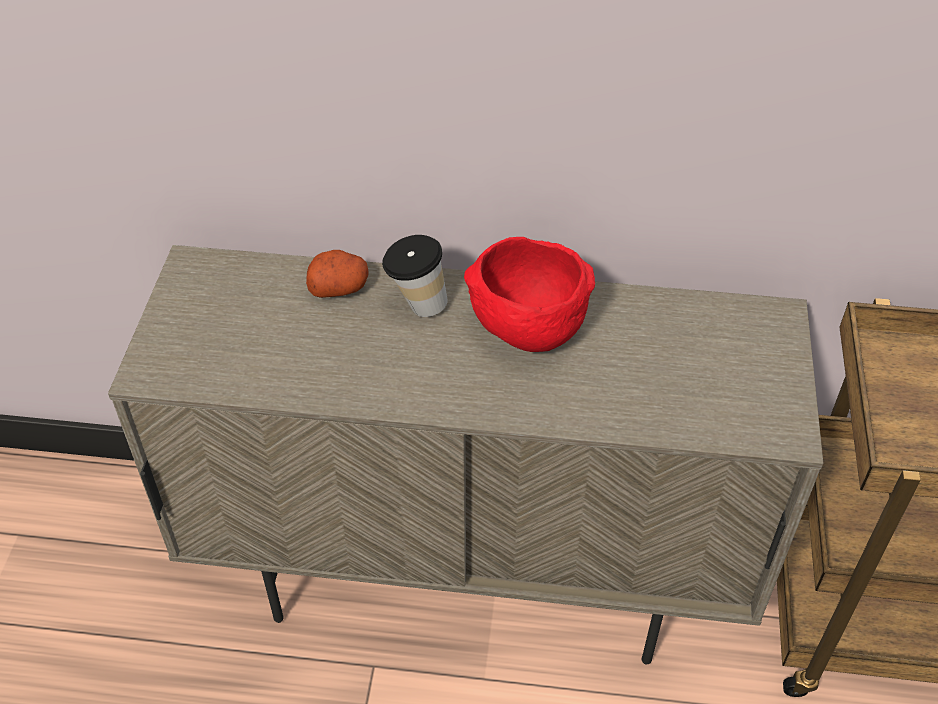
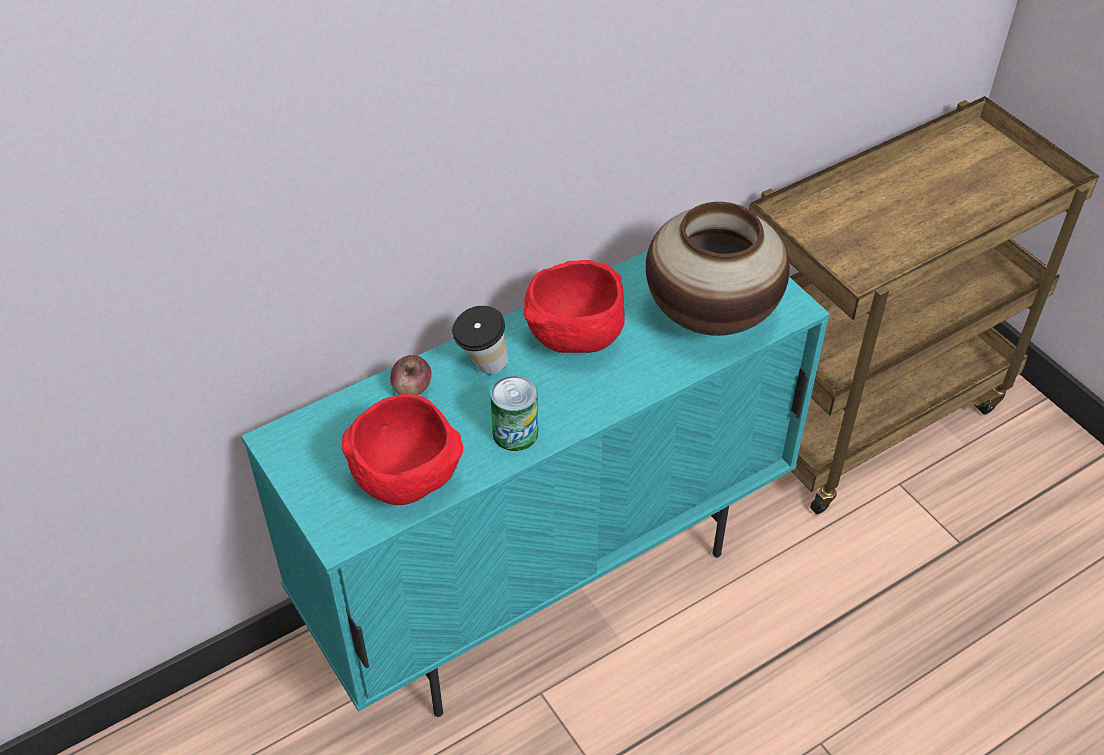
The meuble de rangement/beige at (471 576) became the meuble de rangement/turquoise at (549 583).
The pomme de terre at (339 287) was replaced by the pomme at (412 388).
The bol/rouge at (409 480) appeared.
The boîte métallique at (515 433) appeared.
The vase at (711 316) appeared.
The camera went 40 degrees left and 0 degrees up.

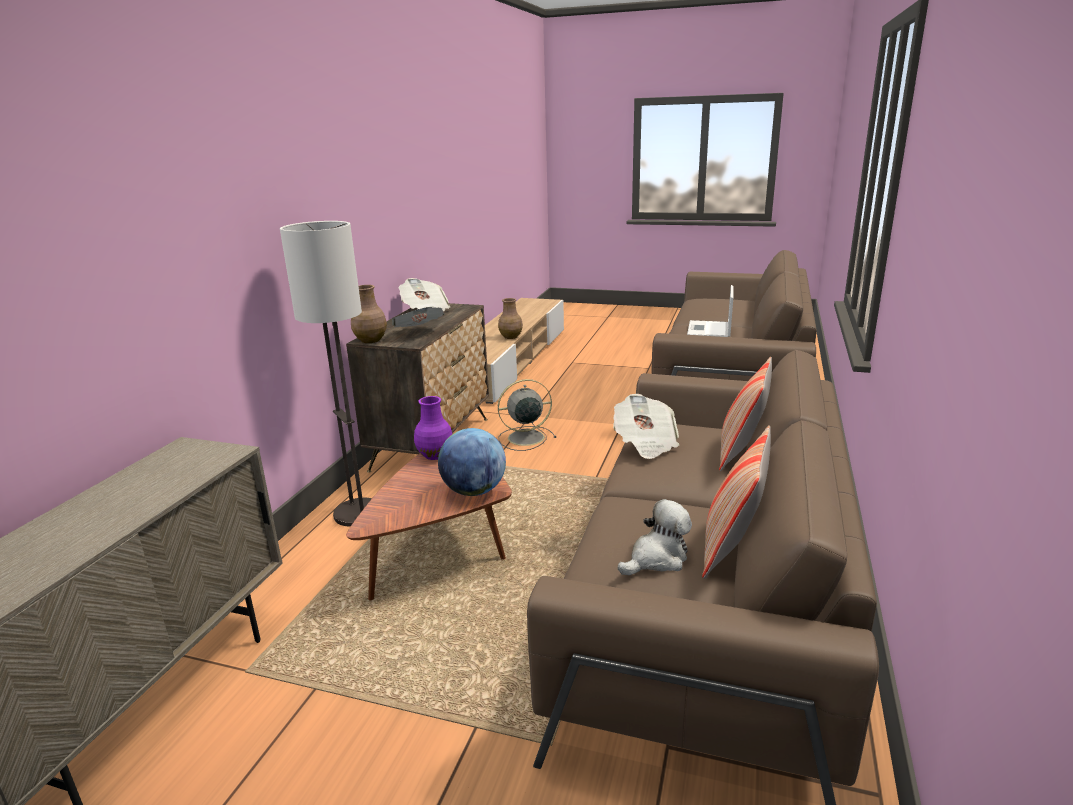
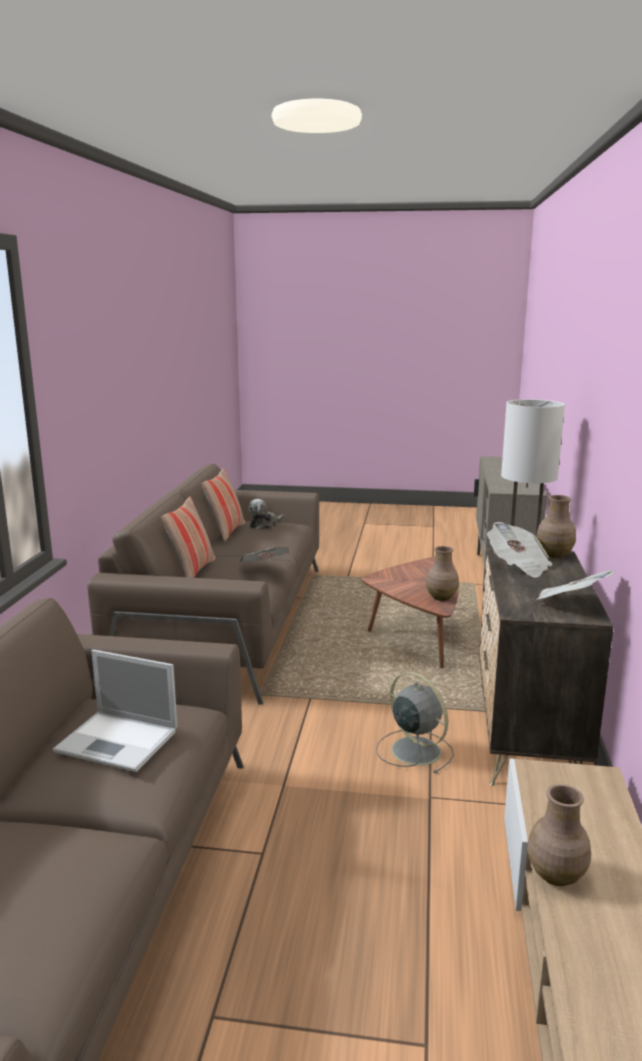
The vase/violet at (435 455) became the vase/marron at (440 597).
The globe at (474 491) disappeared.
The ventilateur/gris at (524 438) turned 105 degrees counterclockwise.
The ordinateur portable at (709 330) turned 105 degrees clockwise.
The camera went 170 degrees right and 5 degrees down.

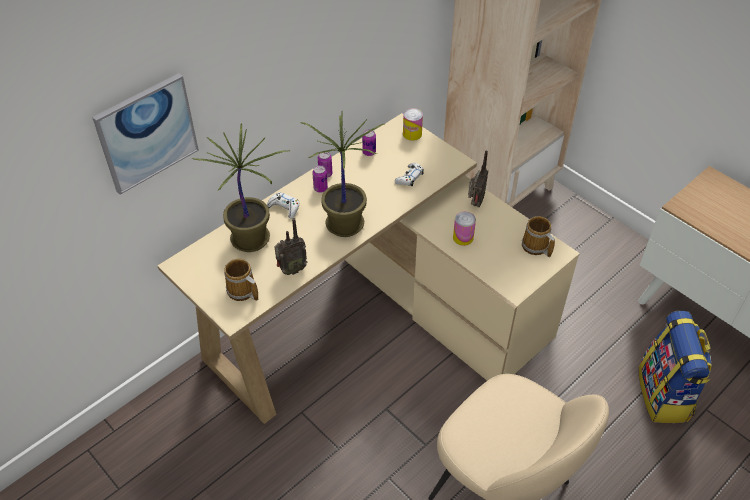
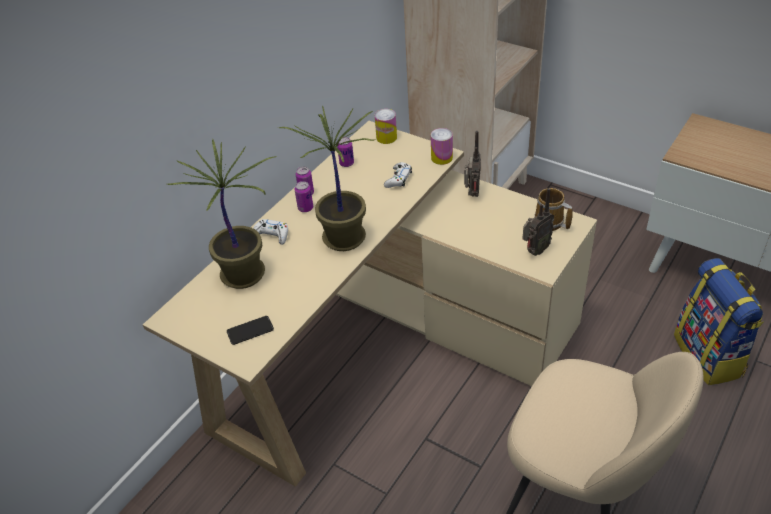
The tableau at (147 133) disappeared.
The mug at (242 291) was replaced by the téléphone at (250 330).
The radio moved from (291 270) to (534 251).
The boîte métallique moved from (463 237) to (441 158).
The camera went 10 degrees left and 5 degrees down.

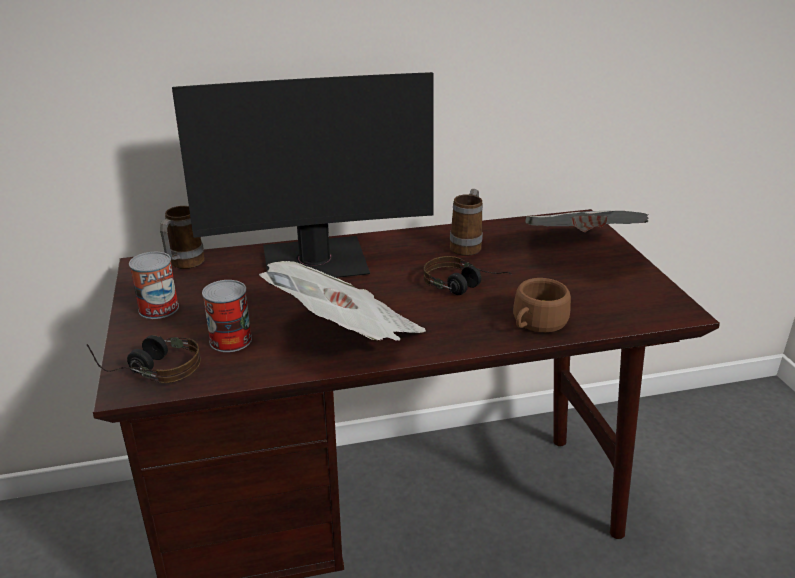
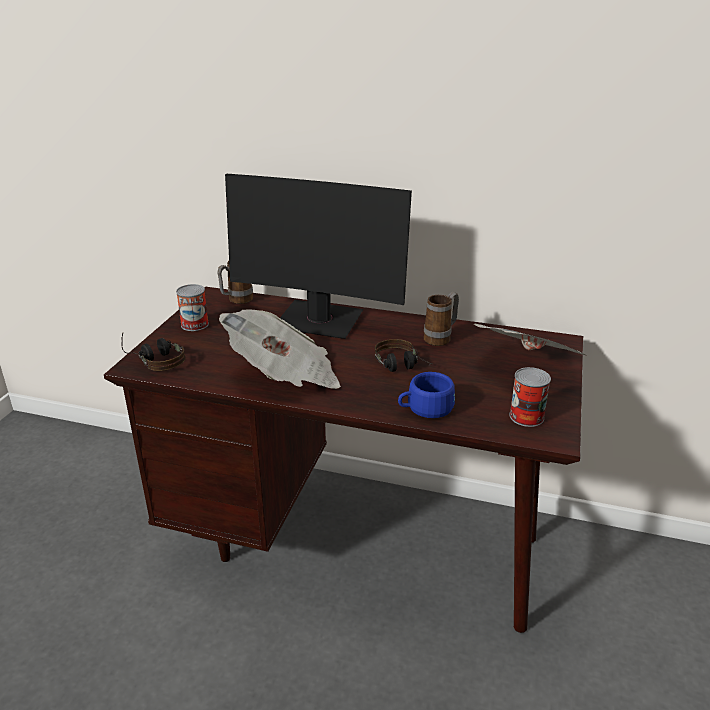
The boîte métallique moved from (230 340) to (526 416).
The tasse/marron at (536 323) became the tasse/bleu at (425 408).
The camera went 30 degrees right and 0 degrees up.

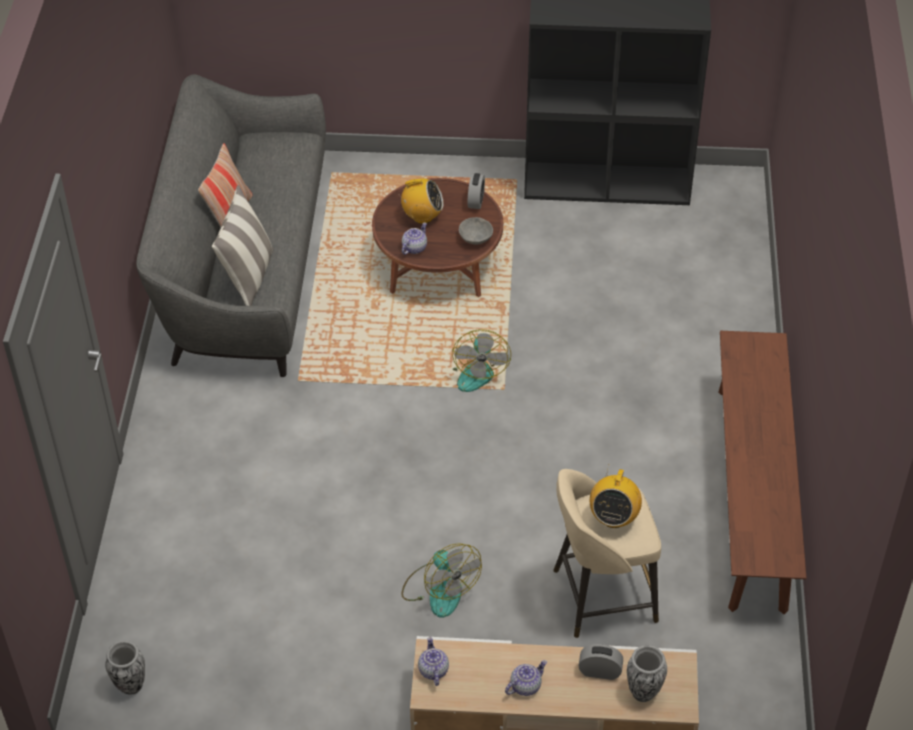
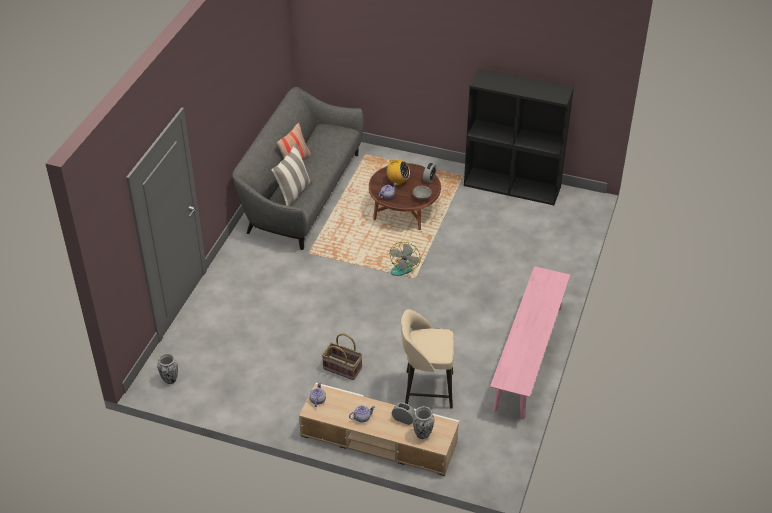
The ventilateur at (439 589) was replaced by the panier at (343 368).
The radio at (613 517) disappeared.
The banc/marron at (751 496) became the banc/rose at (528 357).
The camera went 15 degrees right and 5 degrees down.

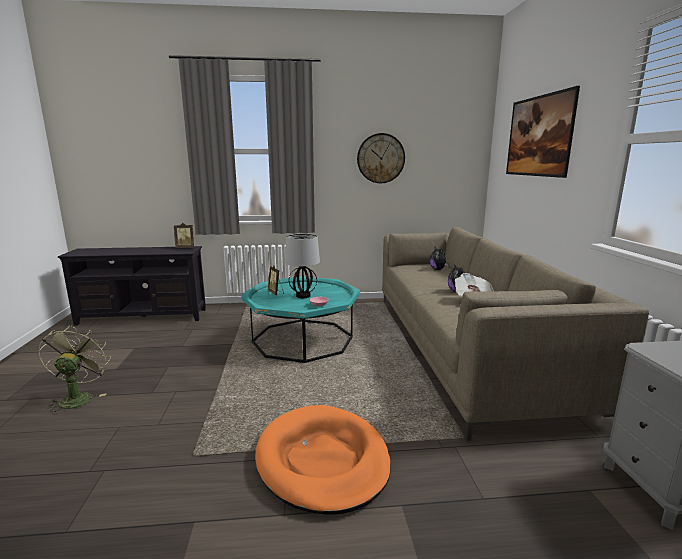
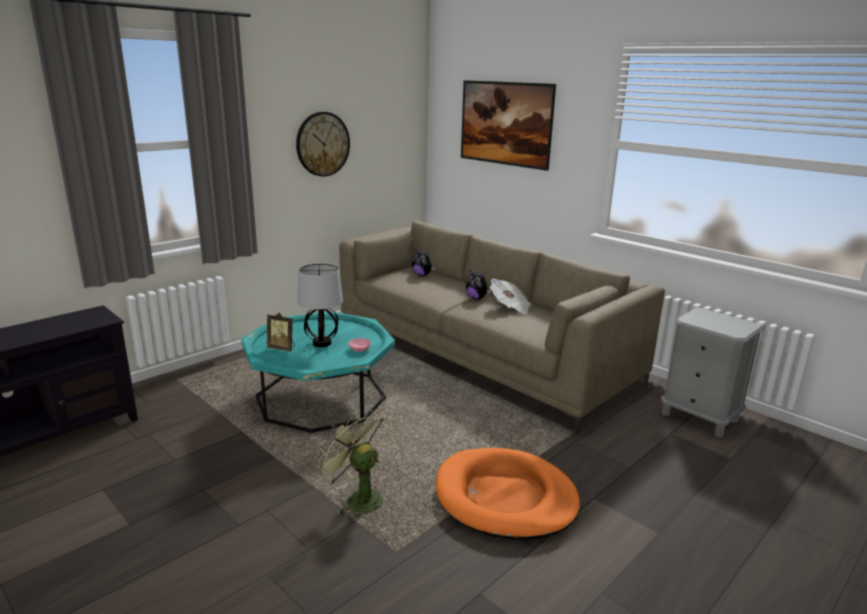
The ventilateur/vert moved from (78 397) to (358 498).
The cadre photo at (185 247) disappeared.
The camera went 40 degrees left and 5 degrees up.

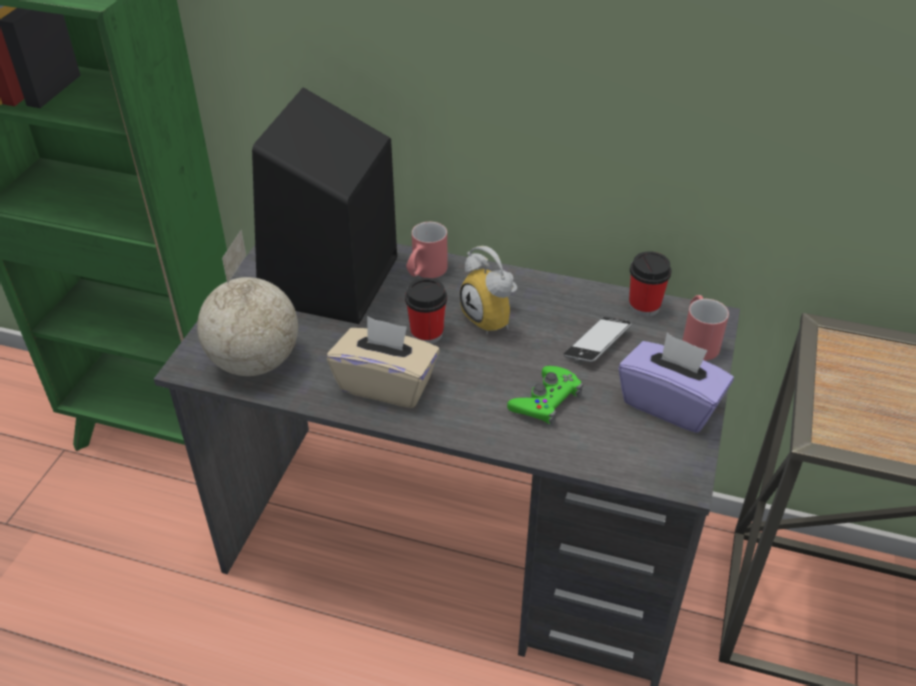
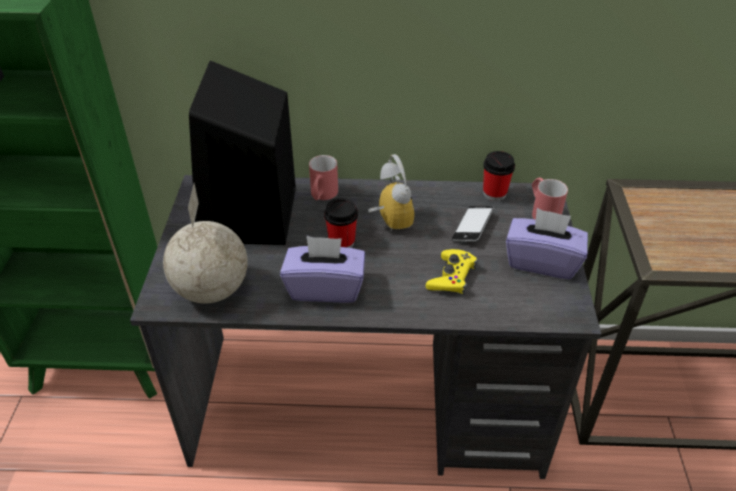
The boîte à mouchoirs/beige at (386 384) became the boîte à mouchoirs/violet at (325 287).
The réveil at (493 318) turned 150 degrees counterclockwise.
The manette/vert at (546 401) became the manette/jaune at (452 277).
The camera went 15 degrees left and 0 degrees up.

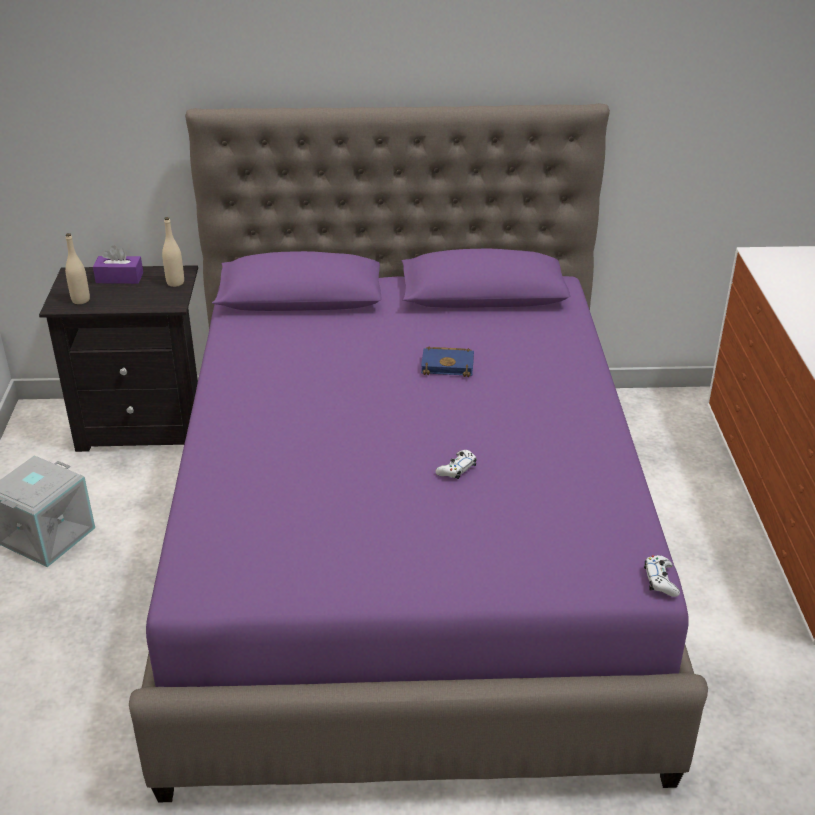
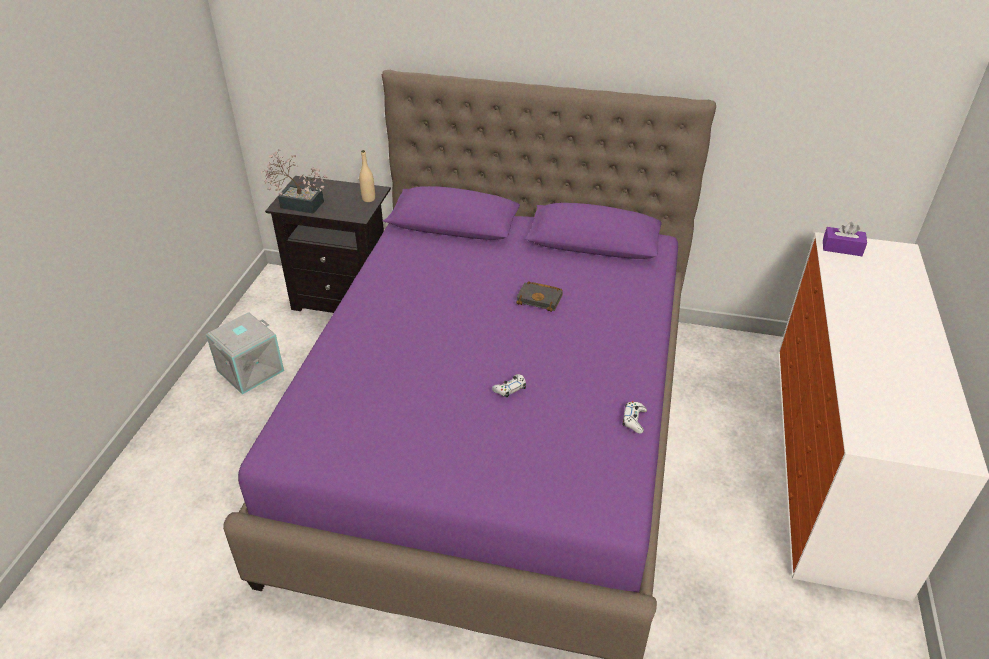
The bouteille/beige at (80 300) was replaced by the plante en pot at (297 203).
The boîte à mouchoirs/violet moved from (119 278) to (842 248).
The livre/bleu at (449 365) became the livre/noir at (541 299).
The manette/blanc moved from (660 580) to (634 420).
The camera went 15 degrees right and 5 degrees up.

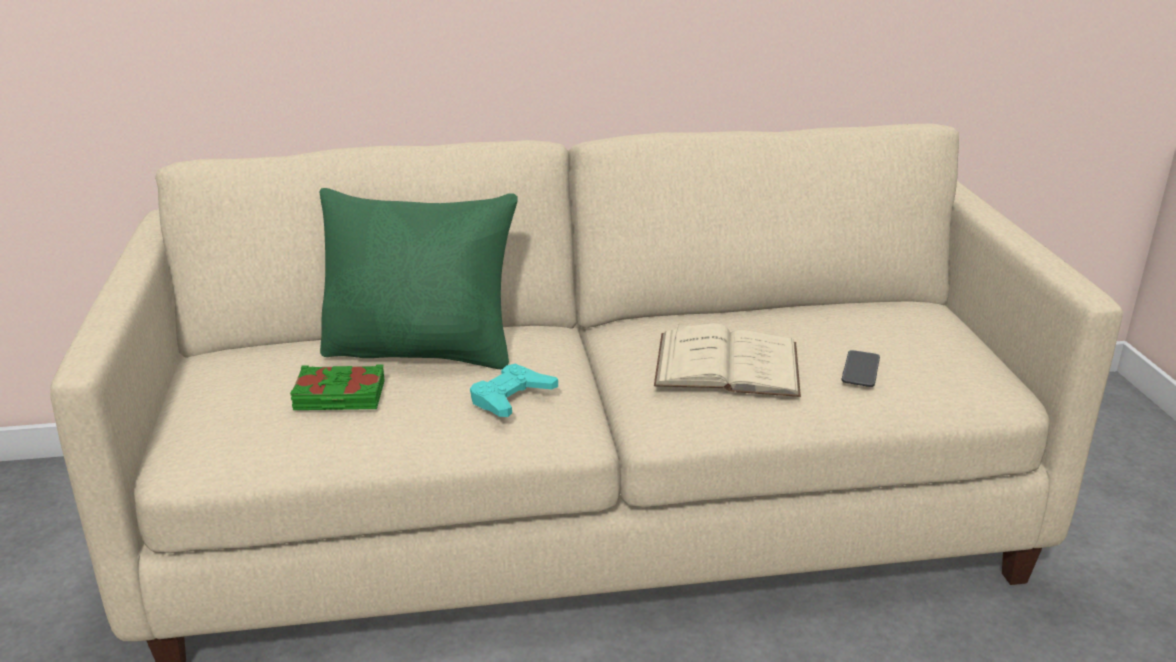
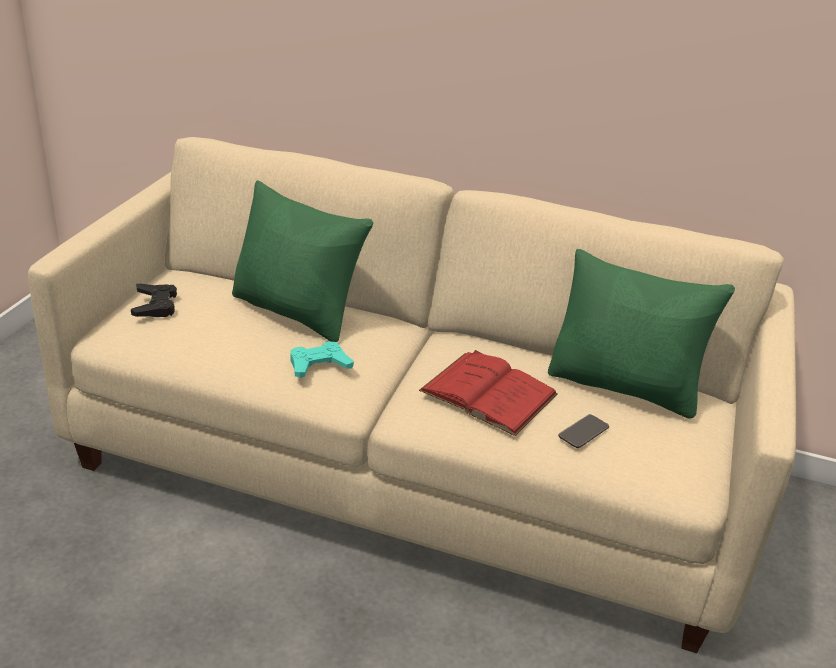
The livre/vert at (339 396) disappeared.
The livre/beige at (727 364) became the livre/rouge at (488 392).
The manette/noir at (155 305) appeared.
The coussin/vert at (624 386) appeared.
The camera went 25 degrees right and 5 degrees up.

